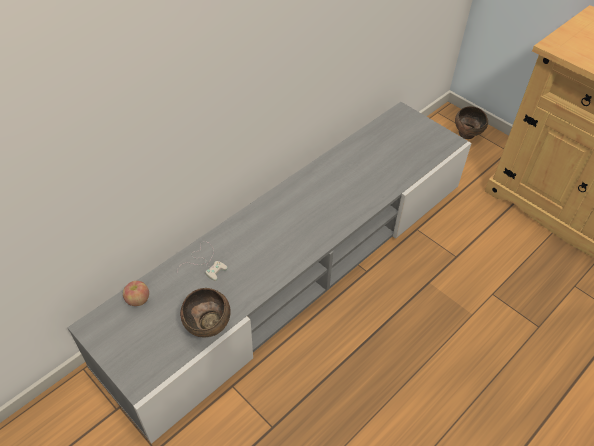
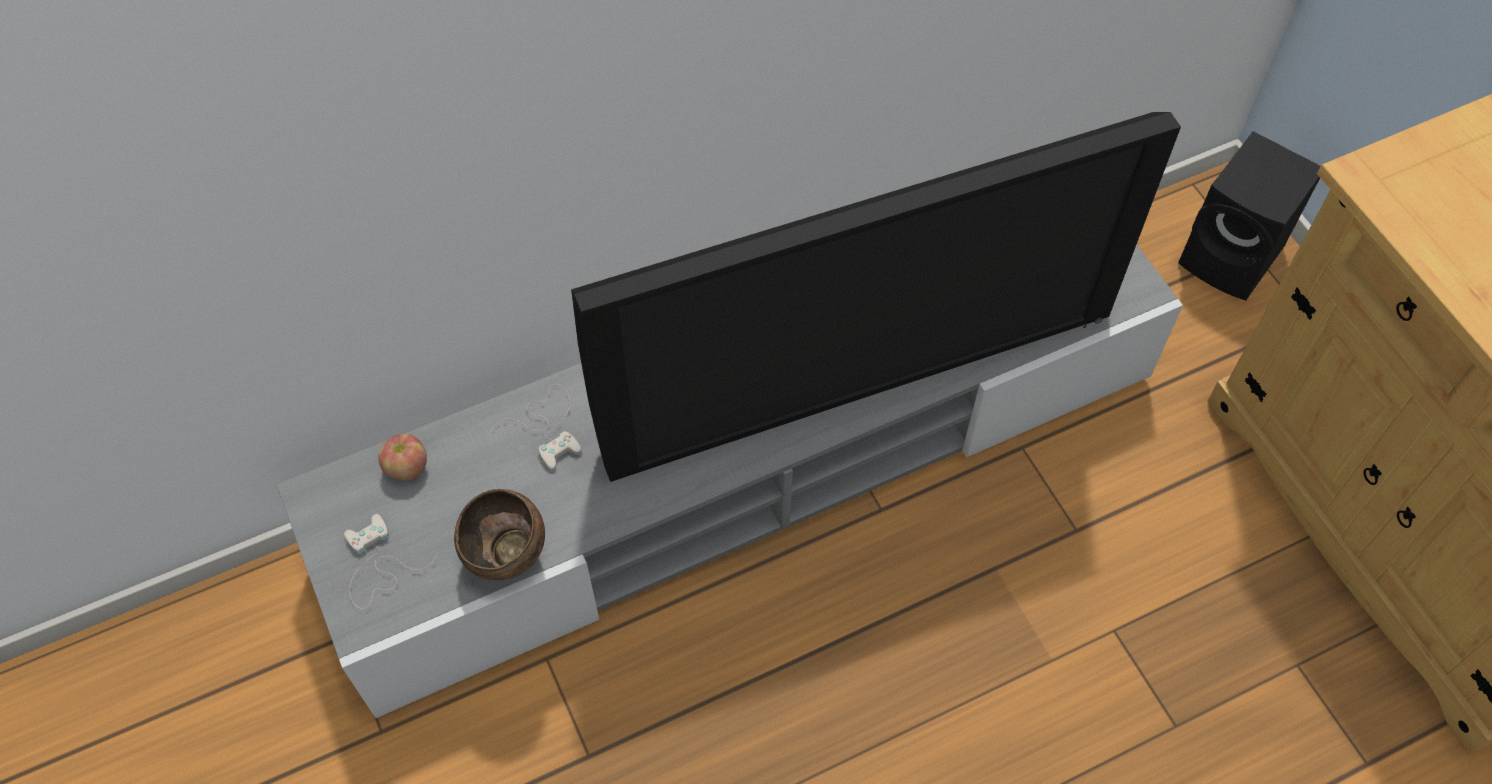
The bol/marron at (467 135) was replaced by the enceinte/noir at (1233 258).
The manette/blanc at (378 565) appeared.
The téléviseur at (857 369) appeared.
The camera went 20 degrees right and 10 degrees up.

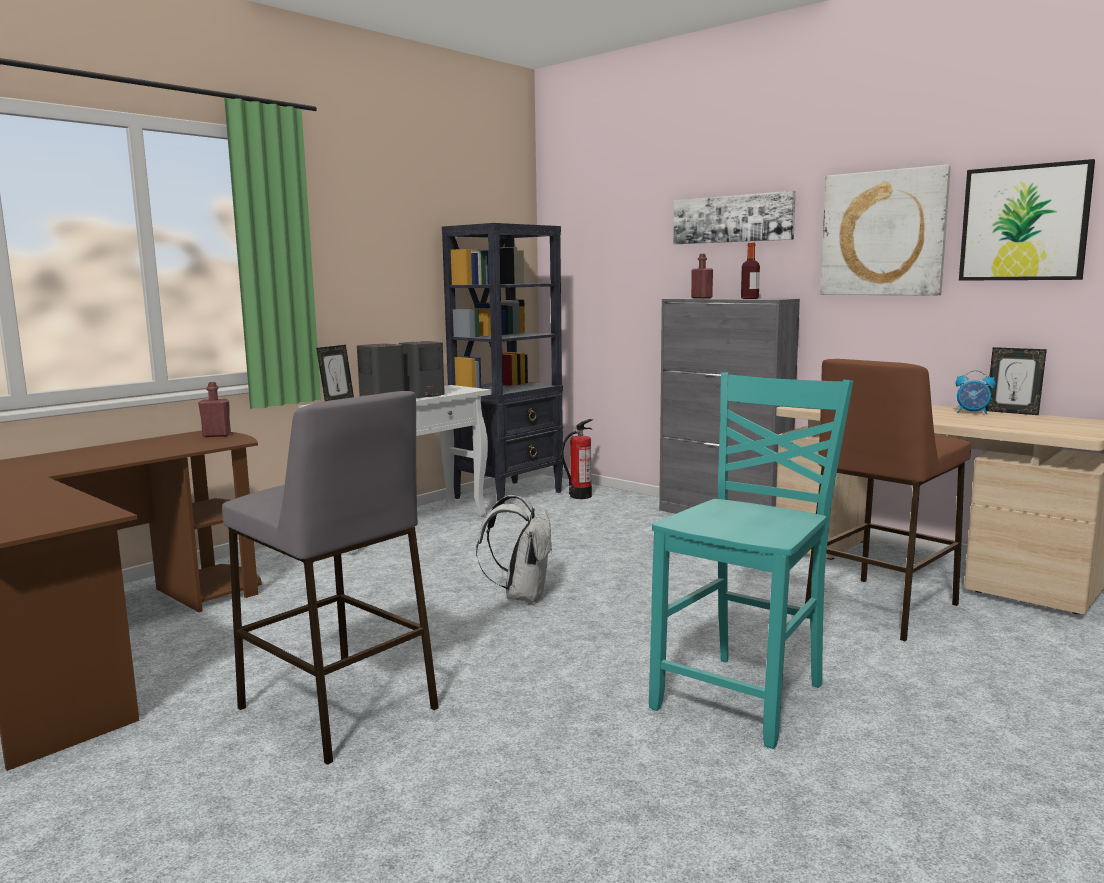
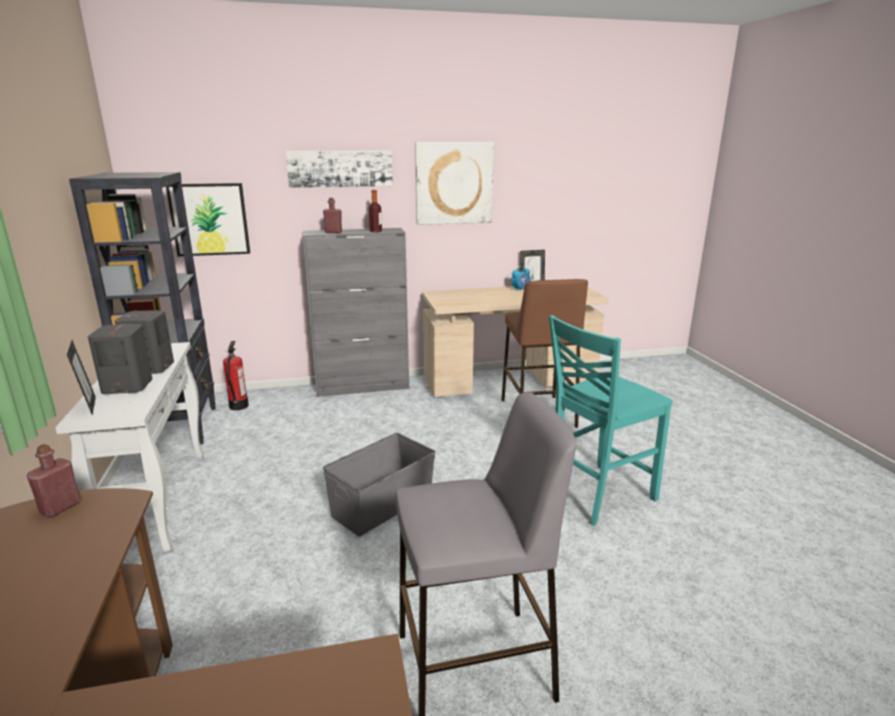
The sac à dos/blanc at (522 595) was replaced by the boîte de rangement/gris at (381 504).
The chaise/turquoise at (744 697) turned 105 degrees counterclockwise.
The tableau moved from (1024 223) to (209 219).
The camera went 55 degrees left and 10 degrees up.

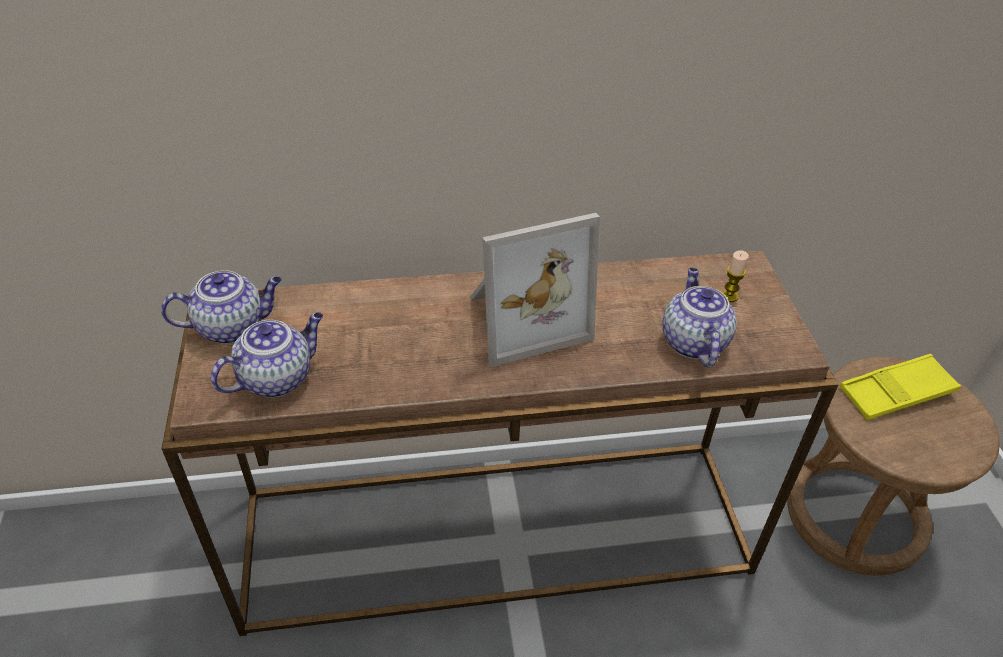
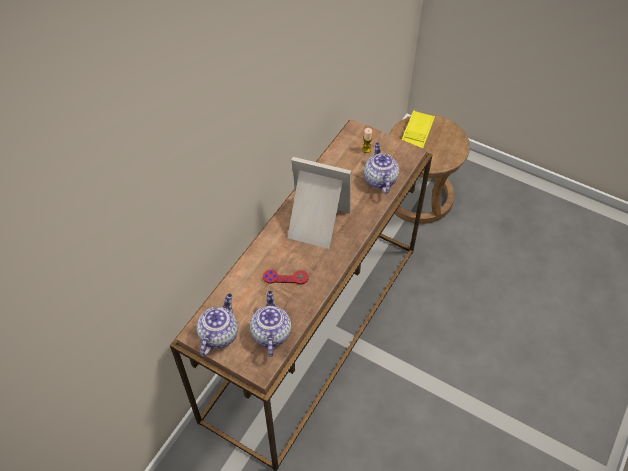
The cadre photo at (523 318) turned 90 degrees counterclockwise.
The théière at (692 342) turned 45 degrees clockwise.
The manette/rouge at (285 277) appeared.
The camera went 50 degrees left and 10 degrees up.

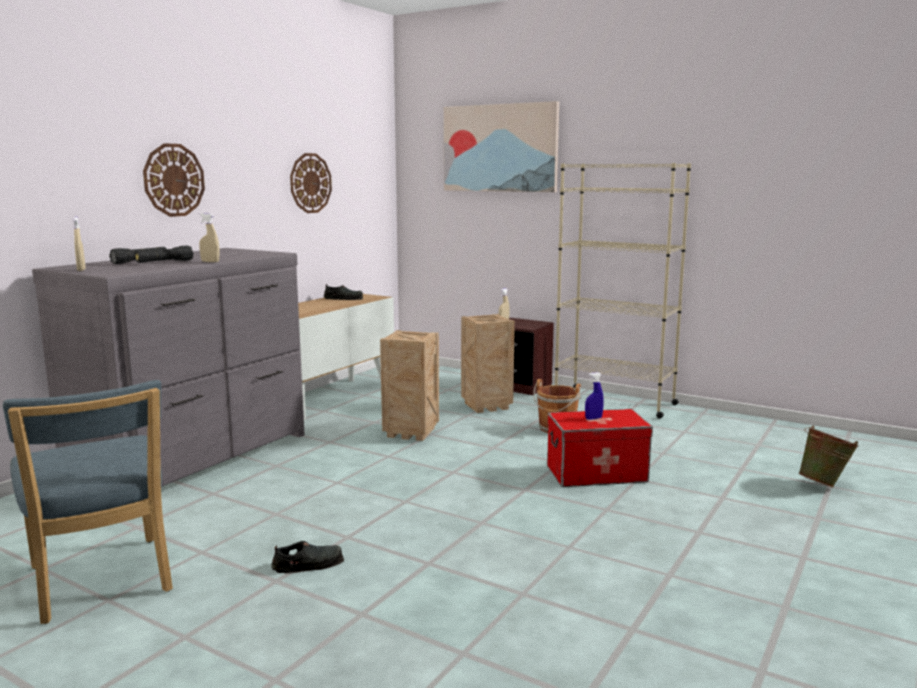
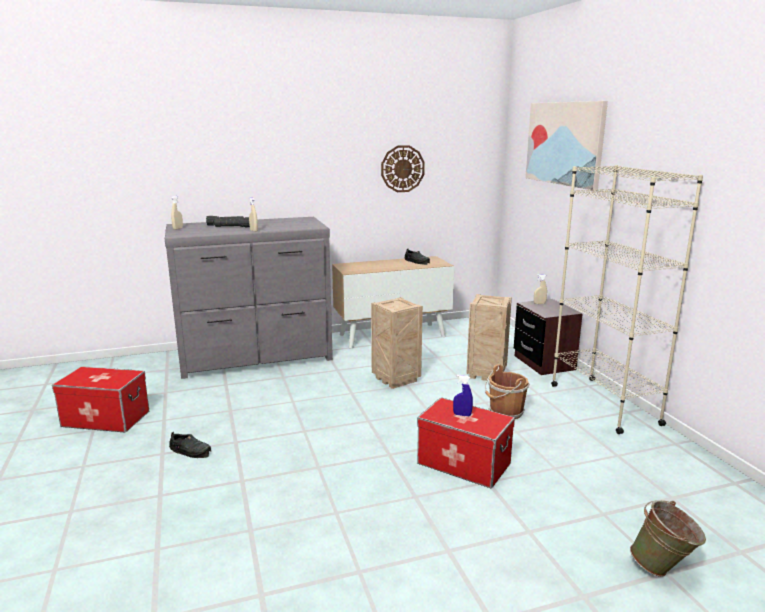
The chaise/bleu at (101 583) was replaced by the boîte de rangement at (105 419).
The horloge murale at (174 180) disappeared.
The camera went 40 degrees right and 5 degrees up.

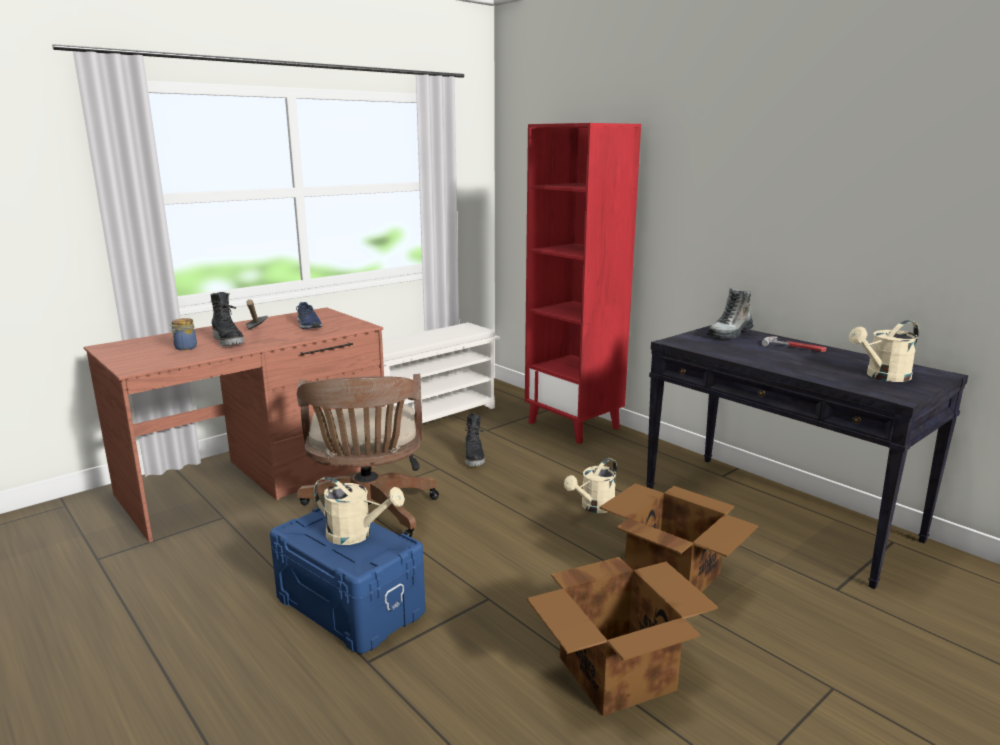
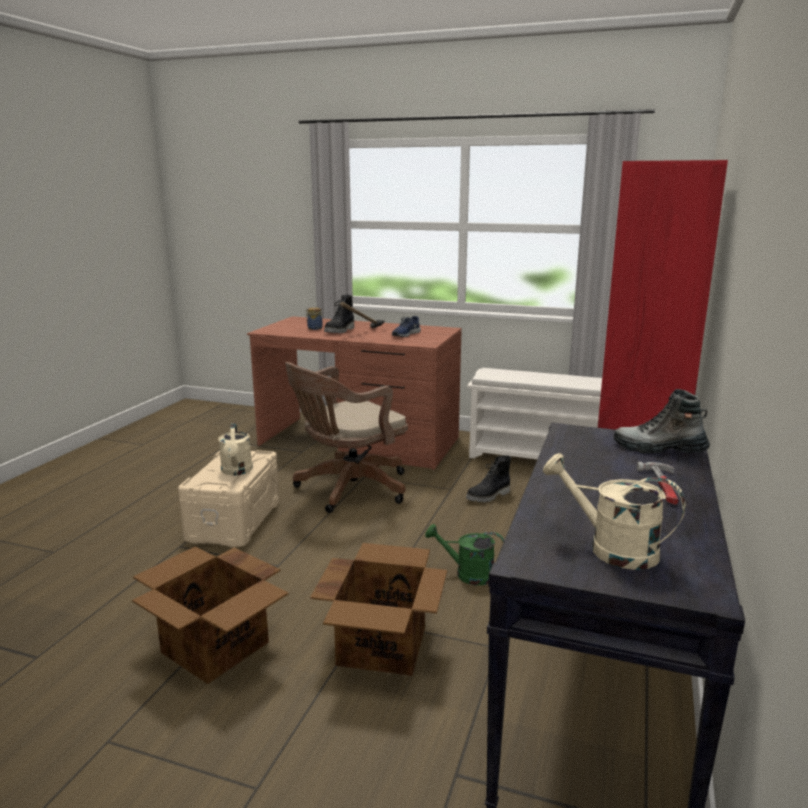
The boîte de rangement/bleu at (351 605) became the boîte de rangement/beige at (235 521).
The arrosoir/beige at (594 507) became the arrosoir/vert at (467 574).
The camera went 60 degrees right and 0 degrees up.

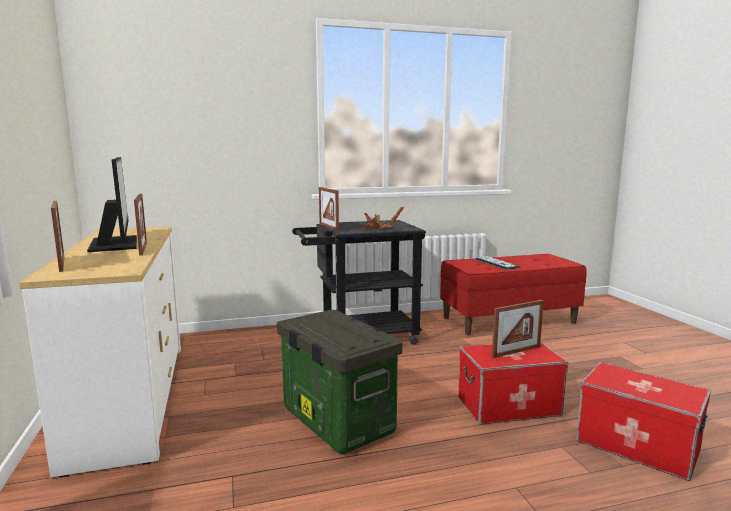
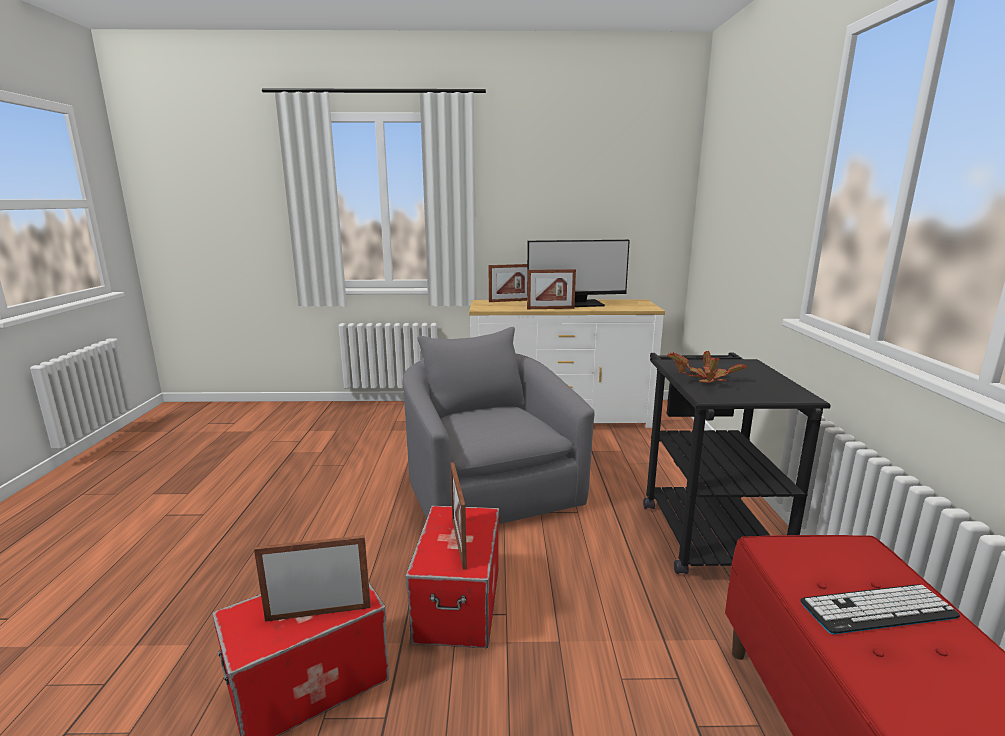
The boîte de rangement at (335 420) was replaced by the fauteuil/gris at (488 488).
The cadre photo moved from (328 227) to (318 613).
The camera went 105 degrees right and 5 degrees up.

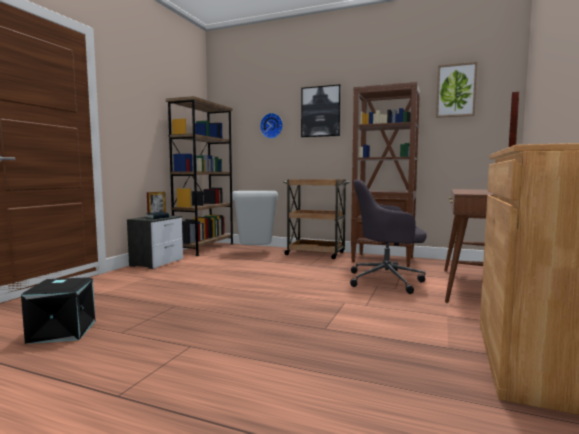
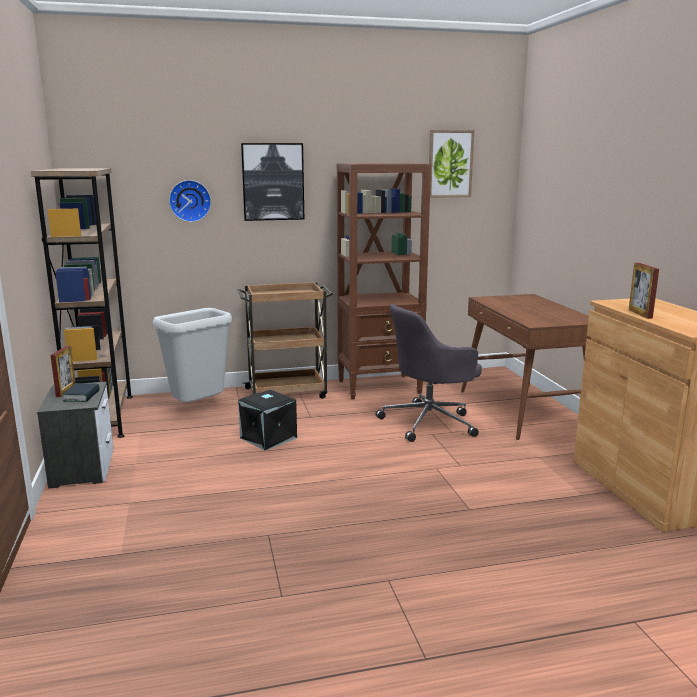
The boîte de rangement/noir moved from (61 331) to (267 438).
The camera went 35 degrees left and 10 degrees up.

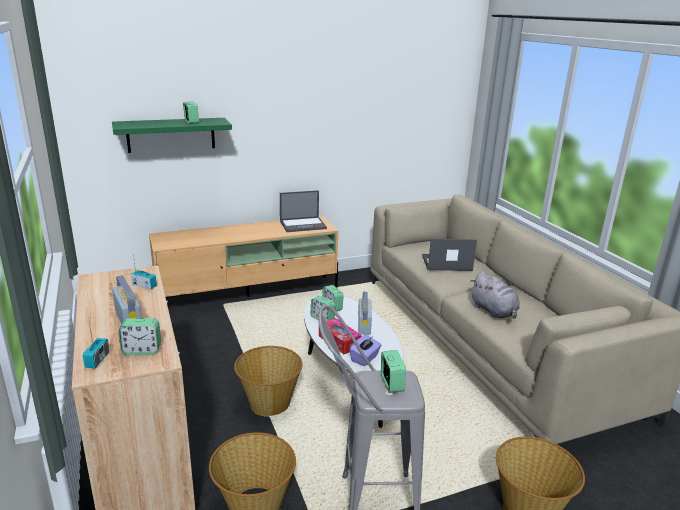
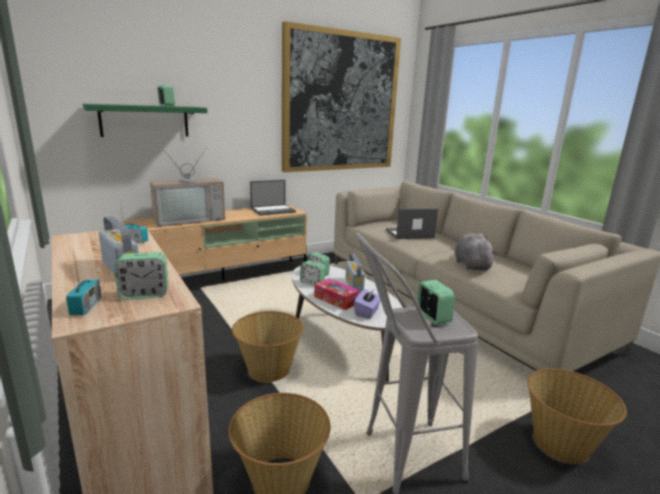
The peluche/gris at (494 312) turned 150 degrees counterclockwise.
The téléviseur at (189 219) appeared.
The tableau at (340 103) appeared.
The camera went 10 degrees left and 5 degrees down.

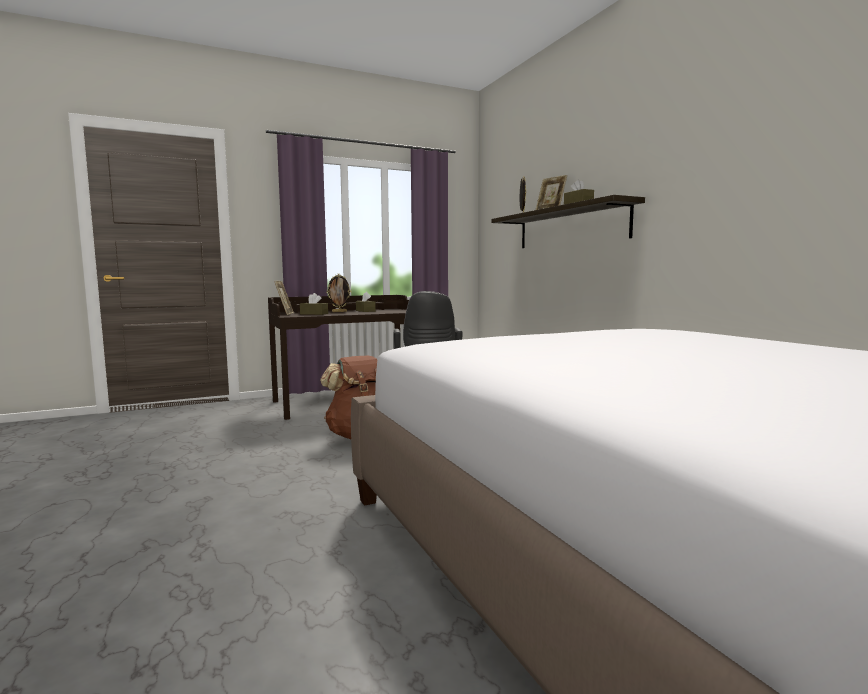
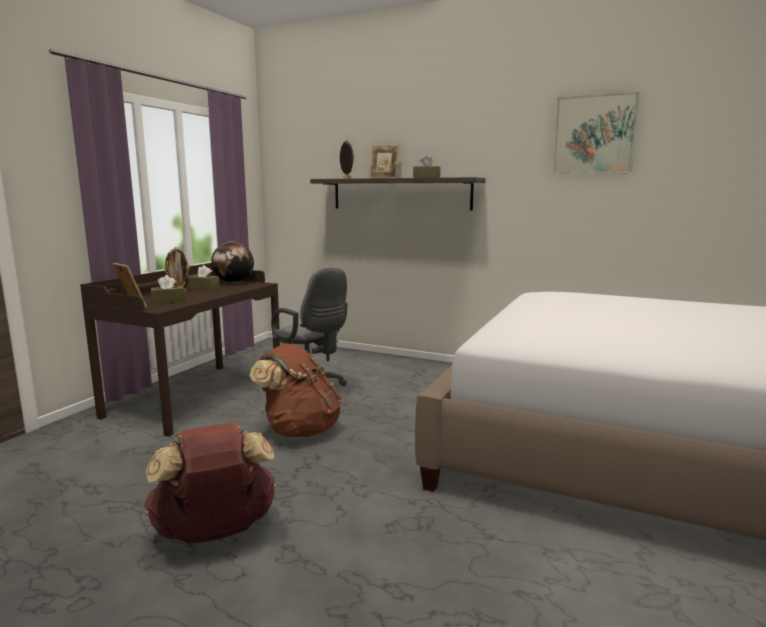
The sac à dos/marron at (215 533) appeared.
The globe at (234 283) appeared.
The tableau at (594 135) appeared.
The camera went 40 degrees left and 5 degrees up.

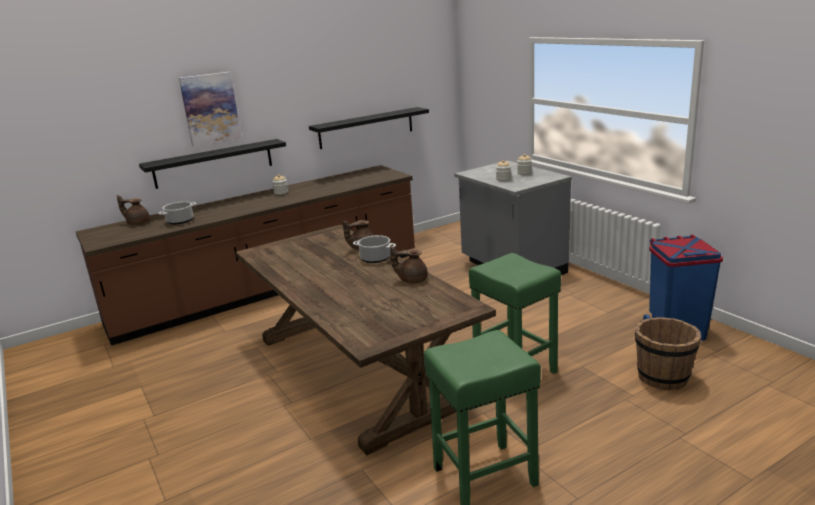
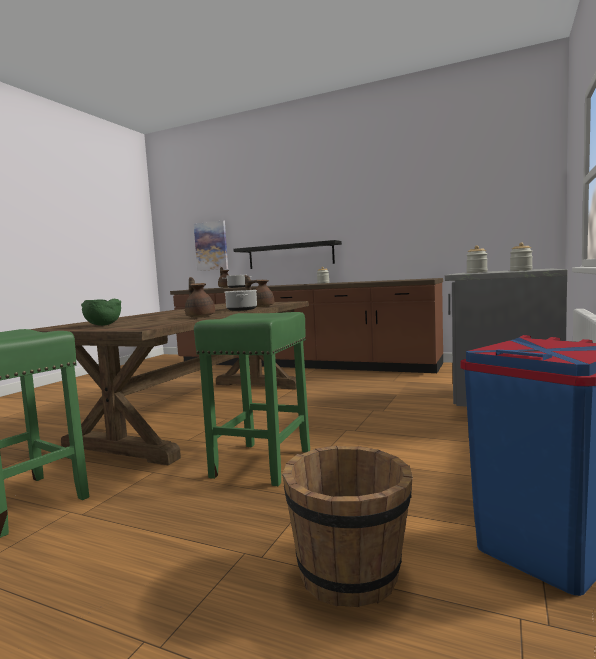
The tableau moved from (210 108) to (211 246).
The étagère/noir at (366 128) disappeared.
The bol/vert at (102 325) appeared.
The camera went 55 degrees right and 15 degrees down.

